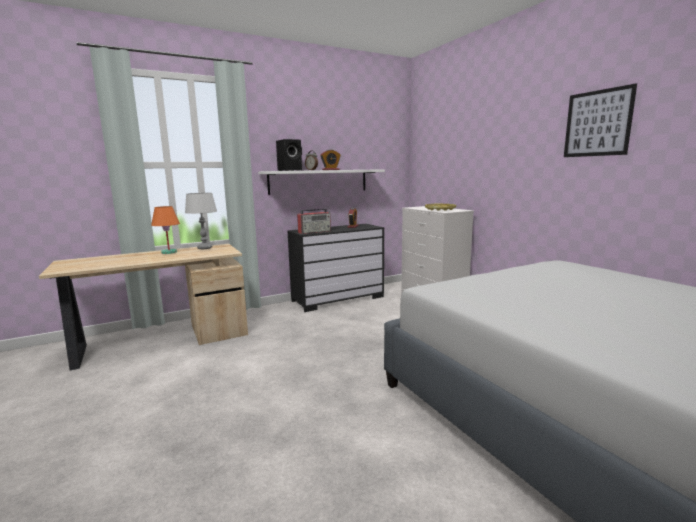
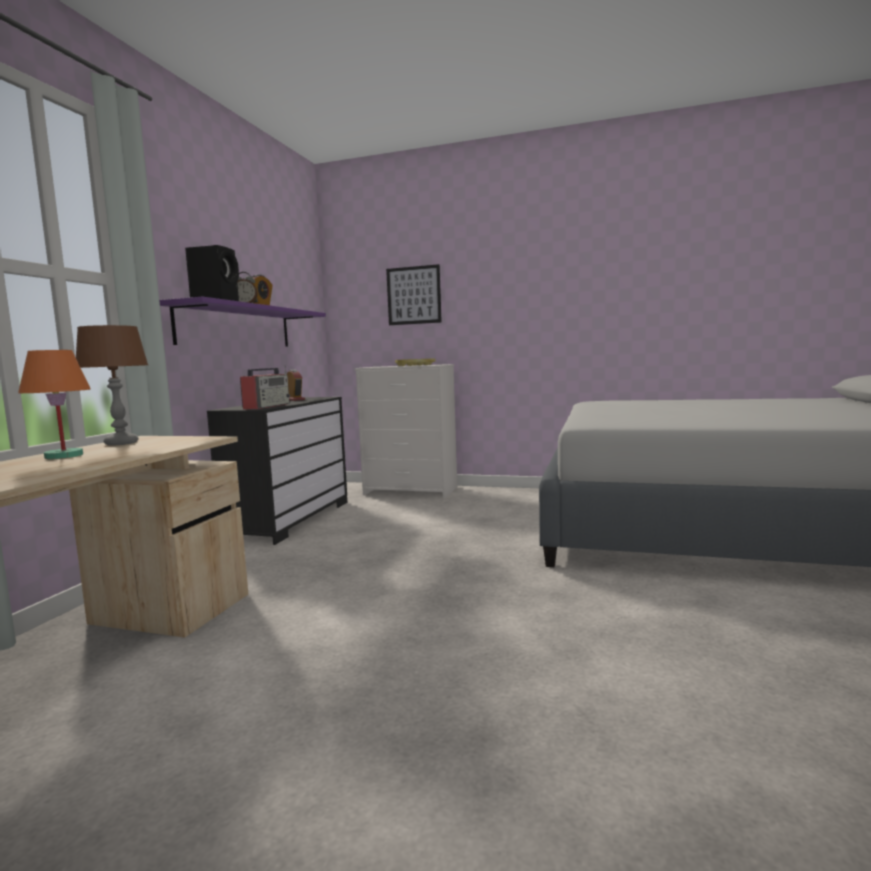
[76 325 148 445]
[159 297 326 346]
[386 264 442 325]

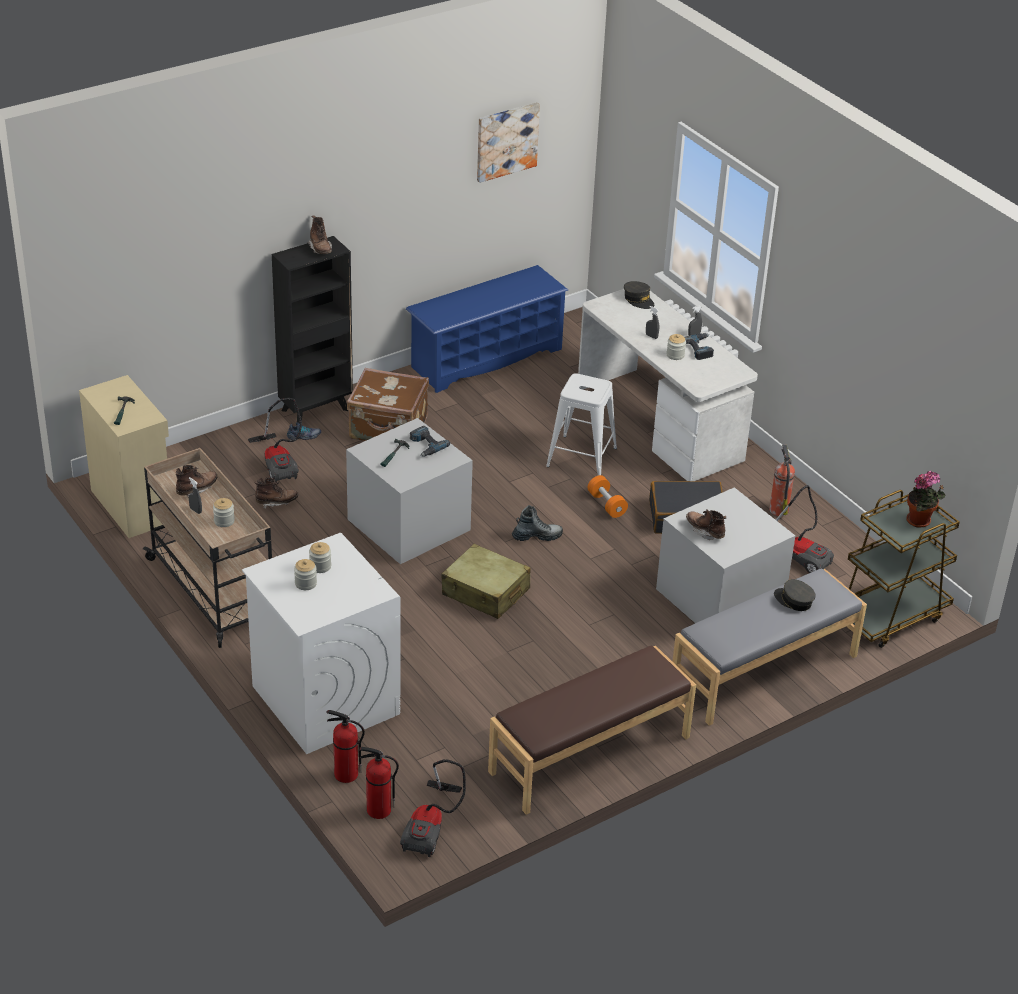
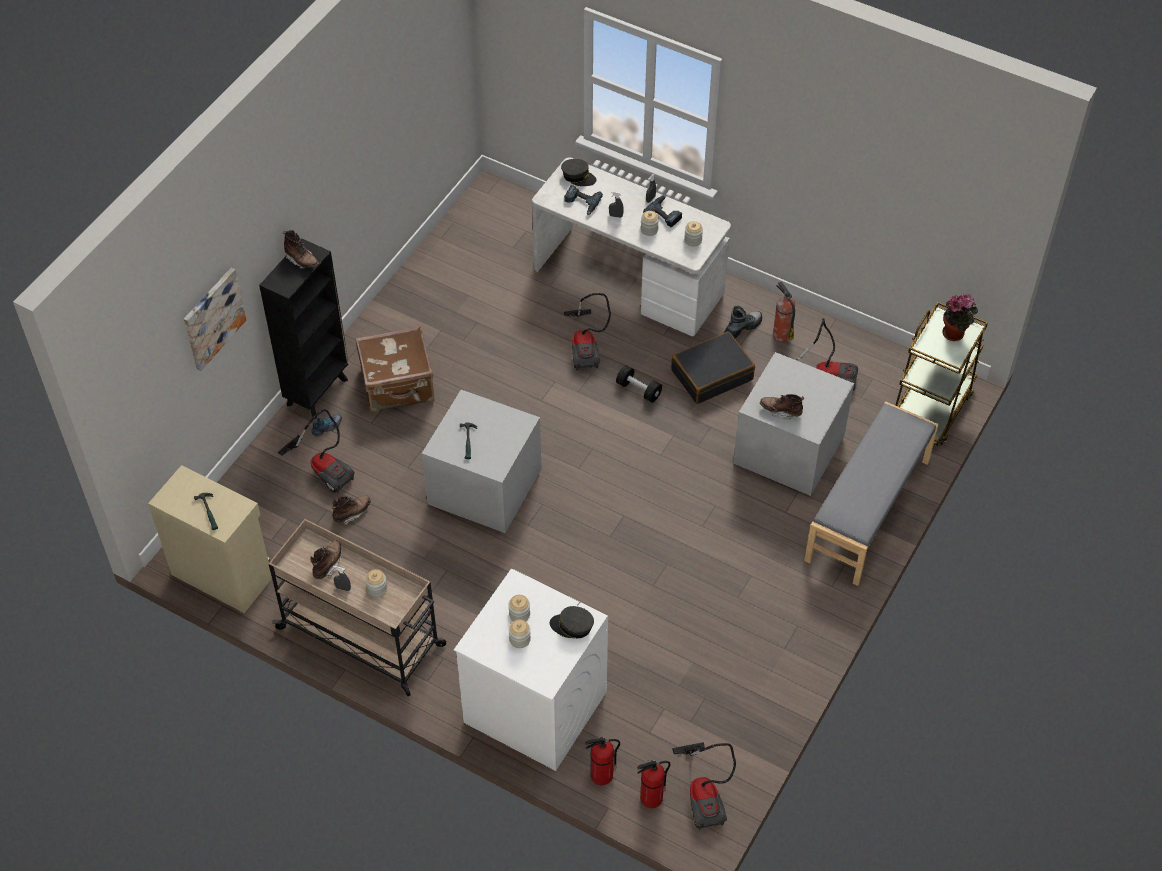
[406 265 568 393] (first image)
[564 185 603 215]
[441 544 531 619] (first image)
[184 268 246 371]
[488 645 696 815] (first image)
[724 306 762 338]
[564 293 611 370]
[616 365 662 403]
[550 606 594 639]
[684 221 703 247]

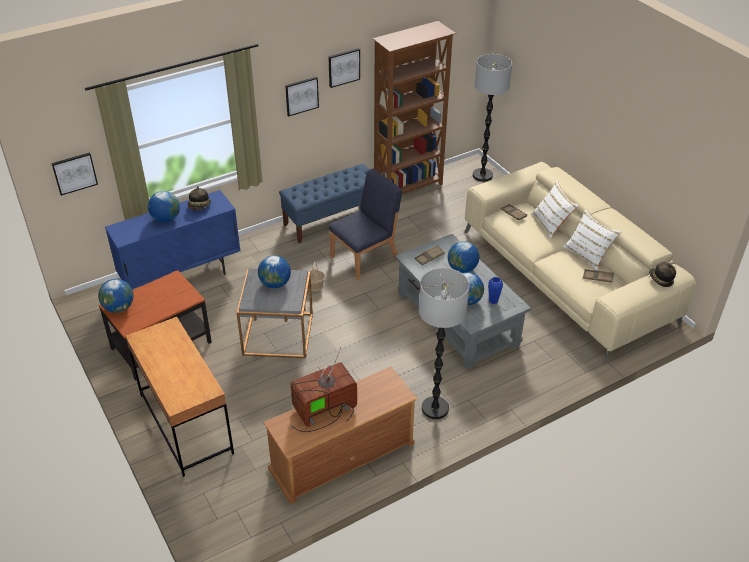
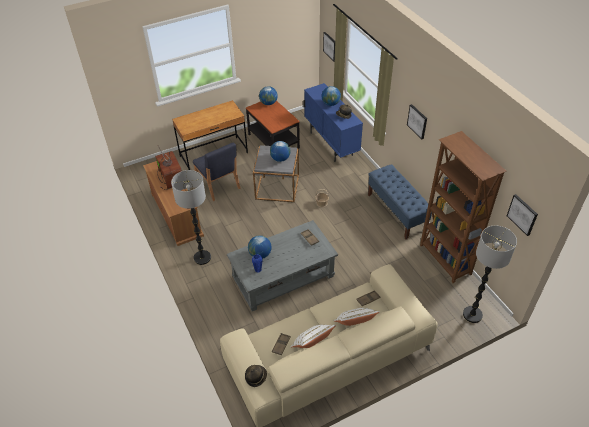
[507 194 538 236]
[193 142 241 201]
[448 241 479 273] (first image)

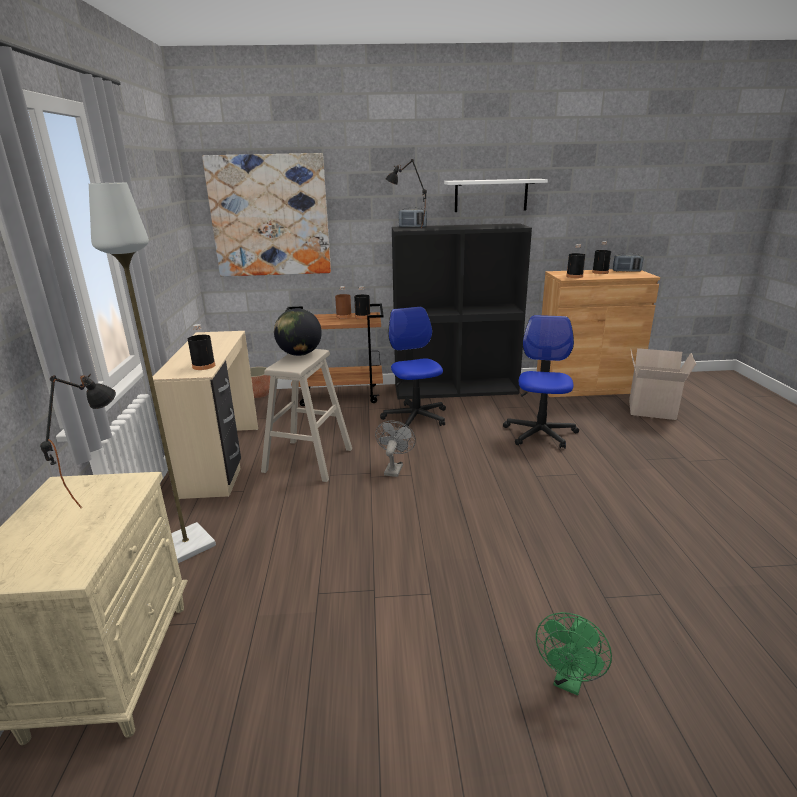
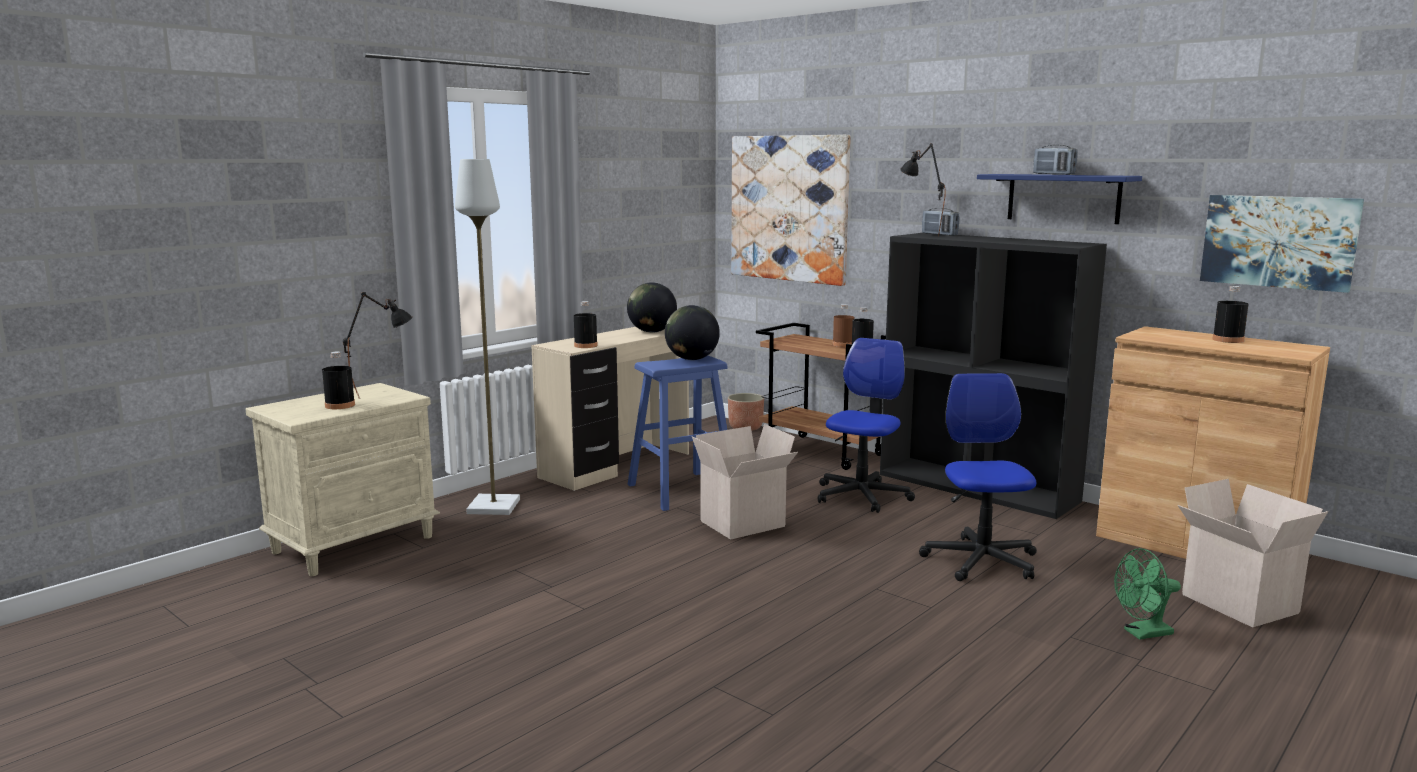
[628 356 728 511]
[692 424 798 540]
[977 174 1142 224]
[919 373 1037 581]
[1114 548 1181 640]
[322 352 355 409]
[1033 145 1078 175]
[627 282 677 333]
[1200 195 1364 293]

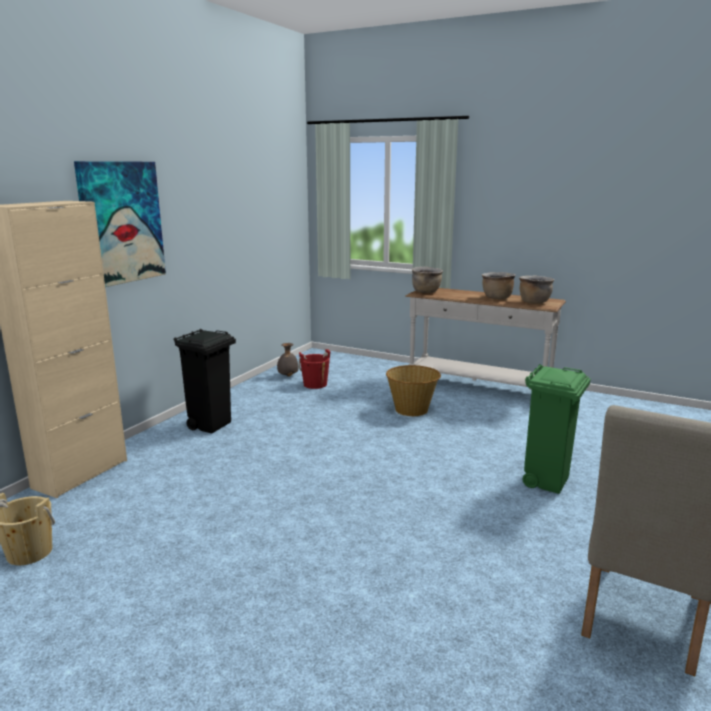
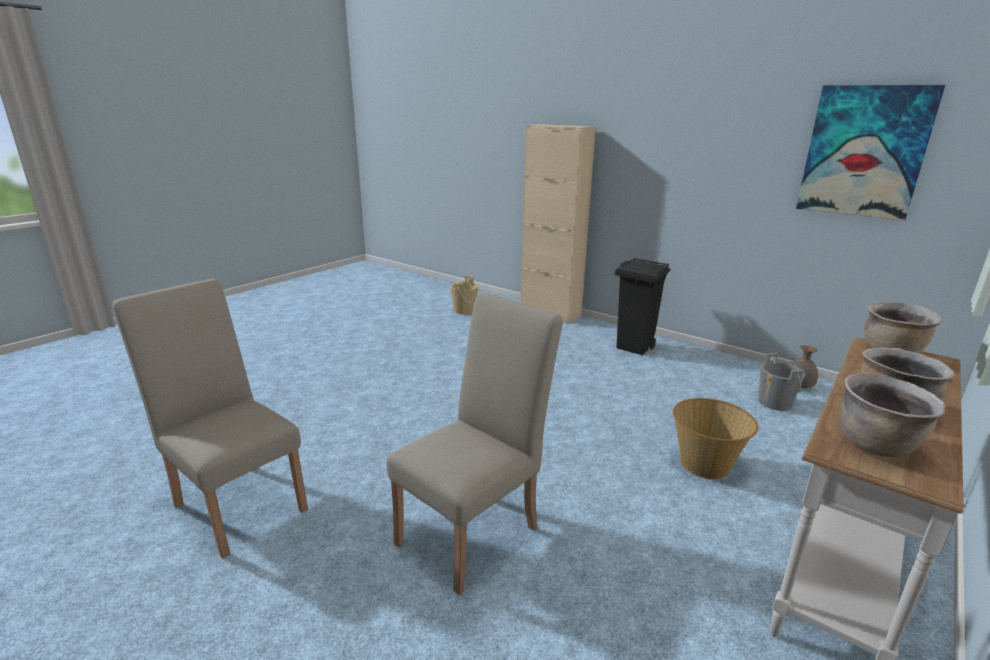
[796 85 945 221]
[758 353 805 411]
[386 293 563 595]

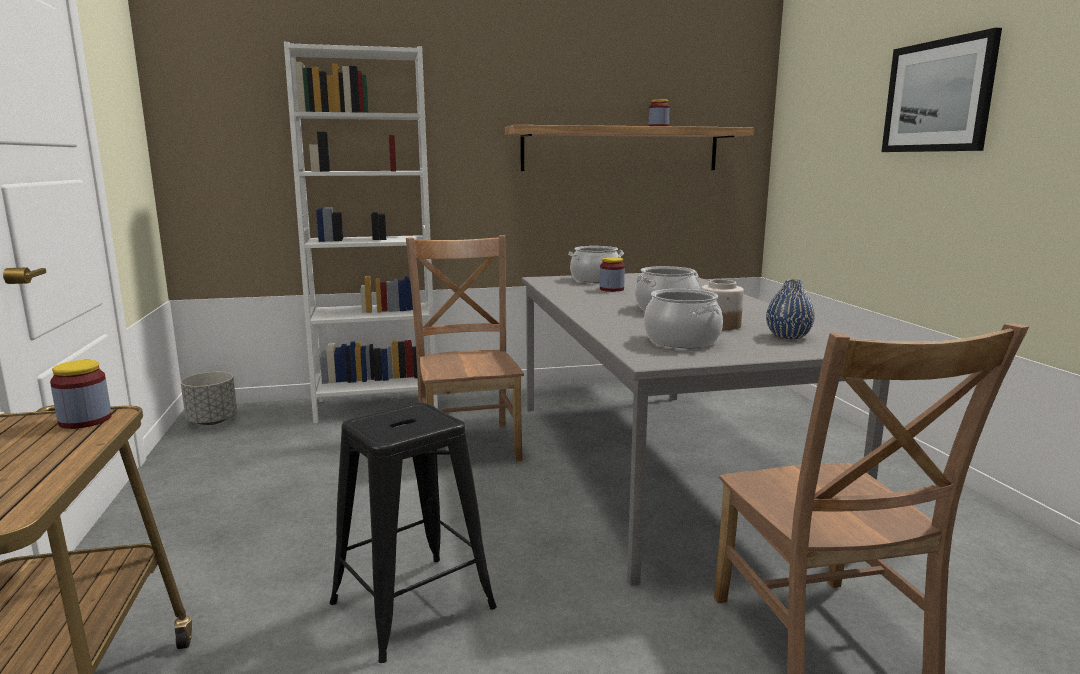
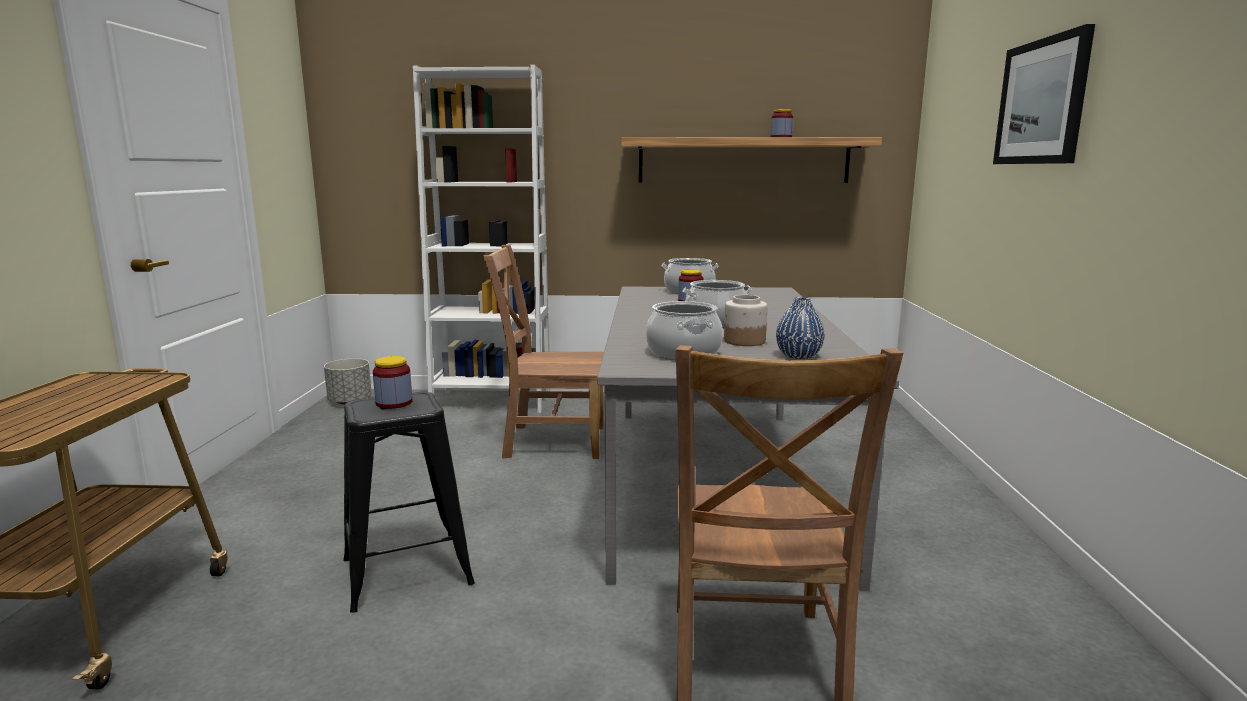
[373 356 412 409]
[483 245 604 459]

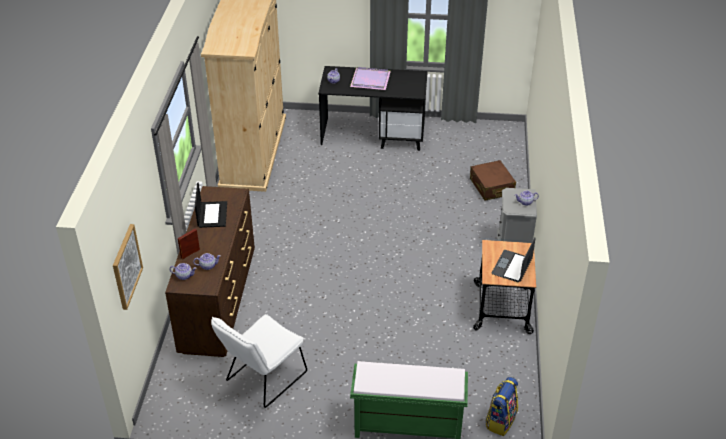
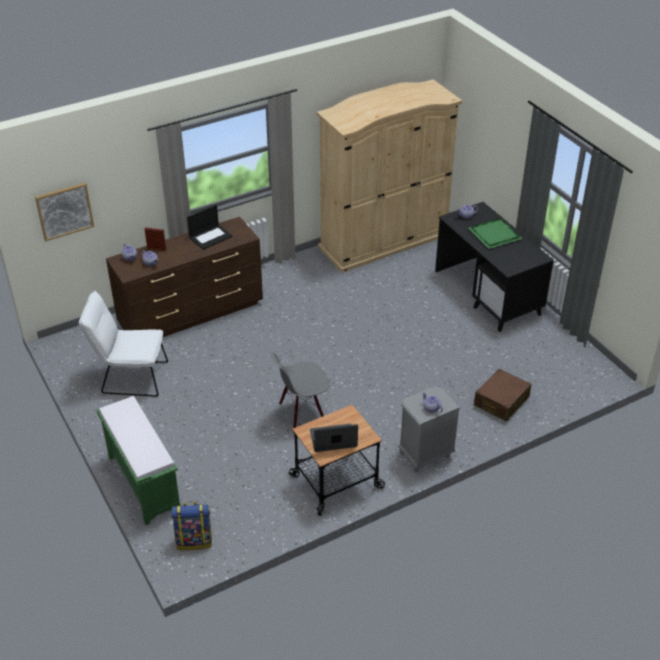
[468 218 523 249]
[271 352 330 433]

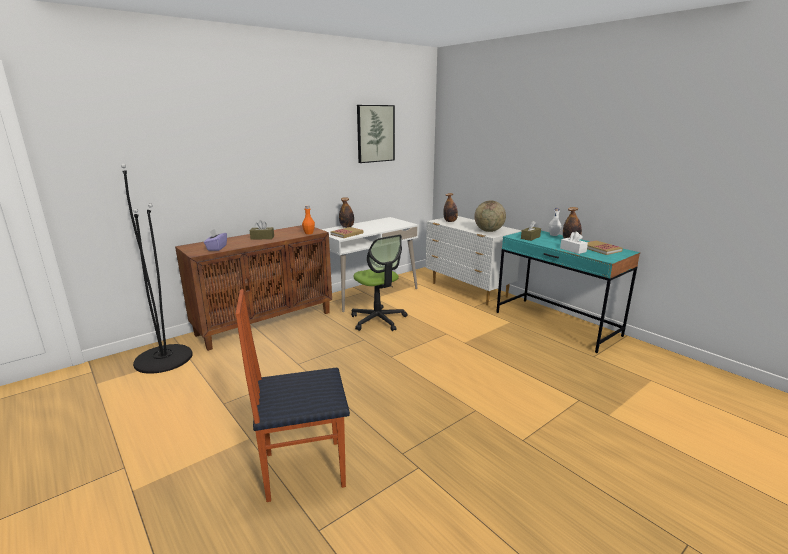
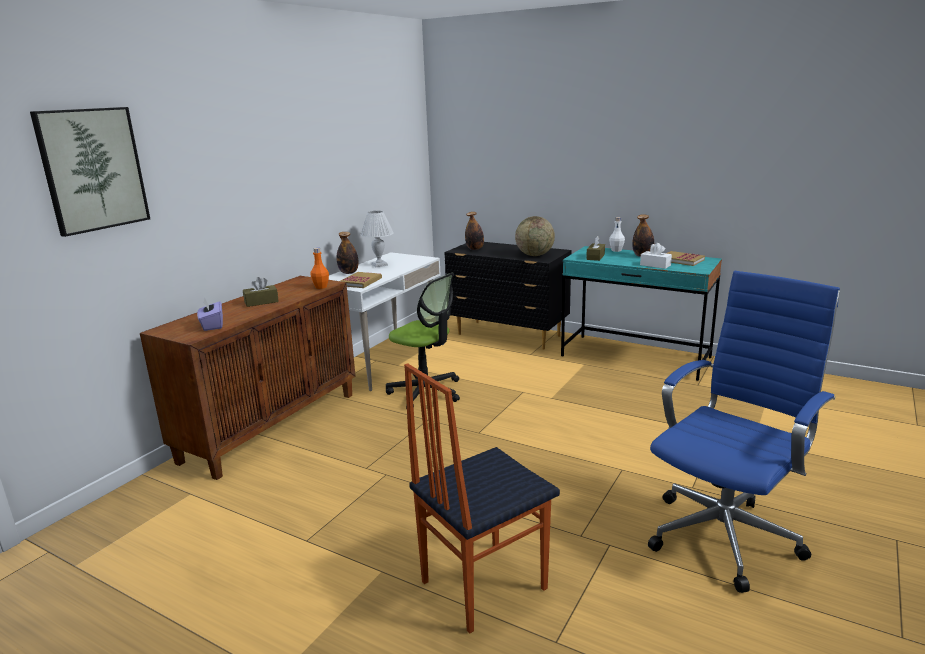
[121 164 193 374] (first image)
[30 107 150 237]
[445 242 571 350]
[361 211 394 267]
[648 271 840 593]

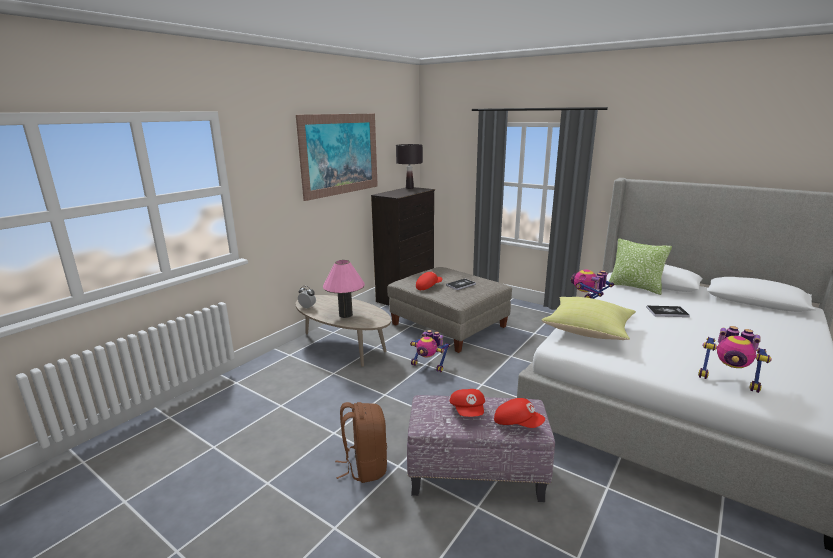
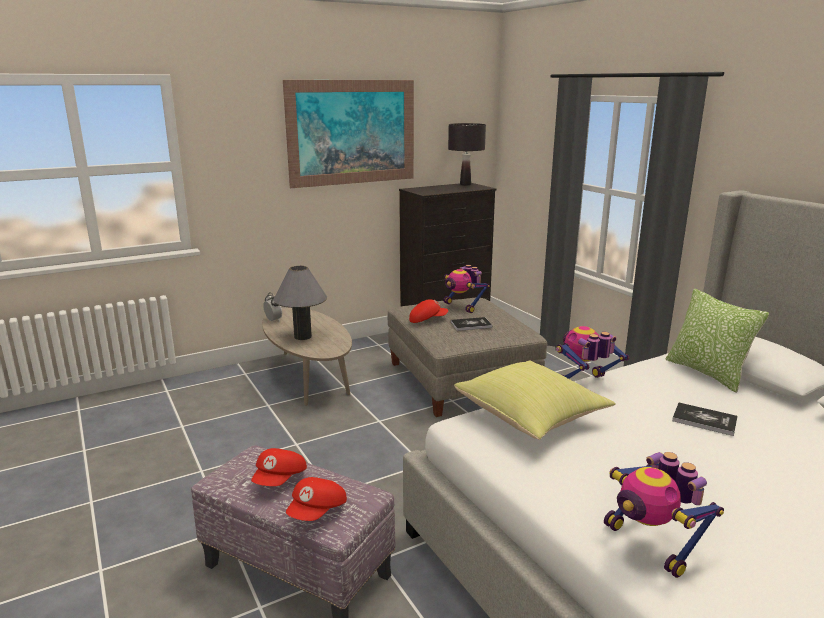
[274 266 327 340]
[335 402 387 483] (first image)
[443 265 490 313]
[286 477 347 521]

